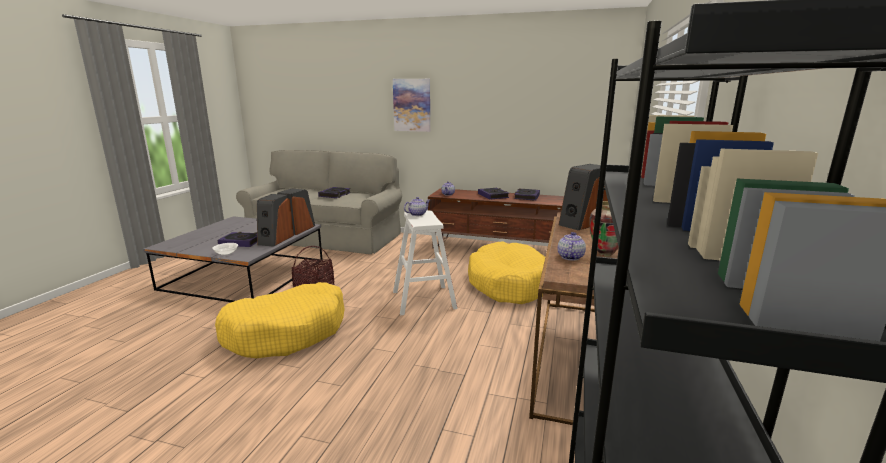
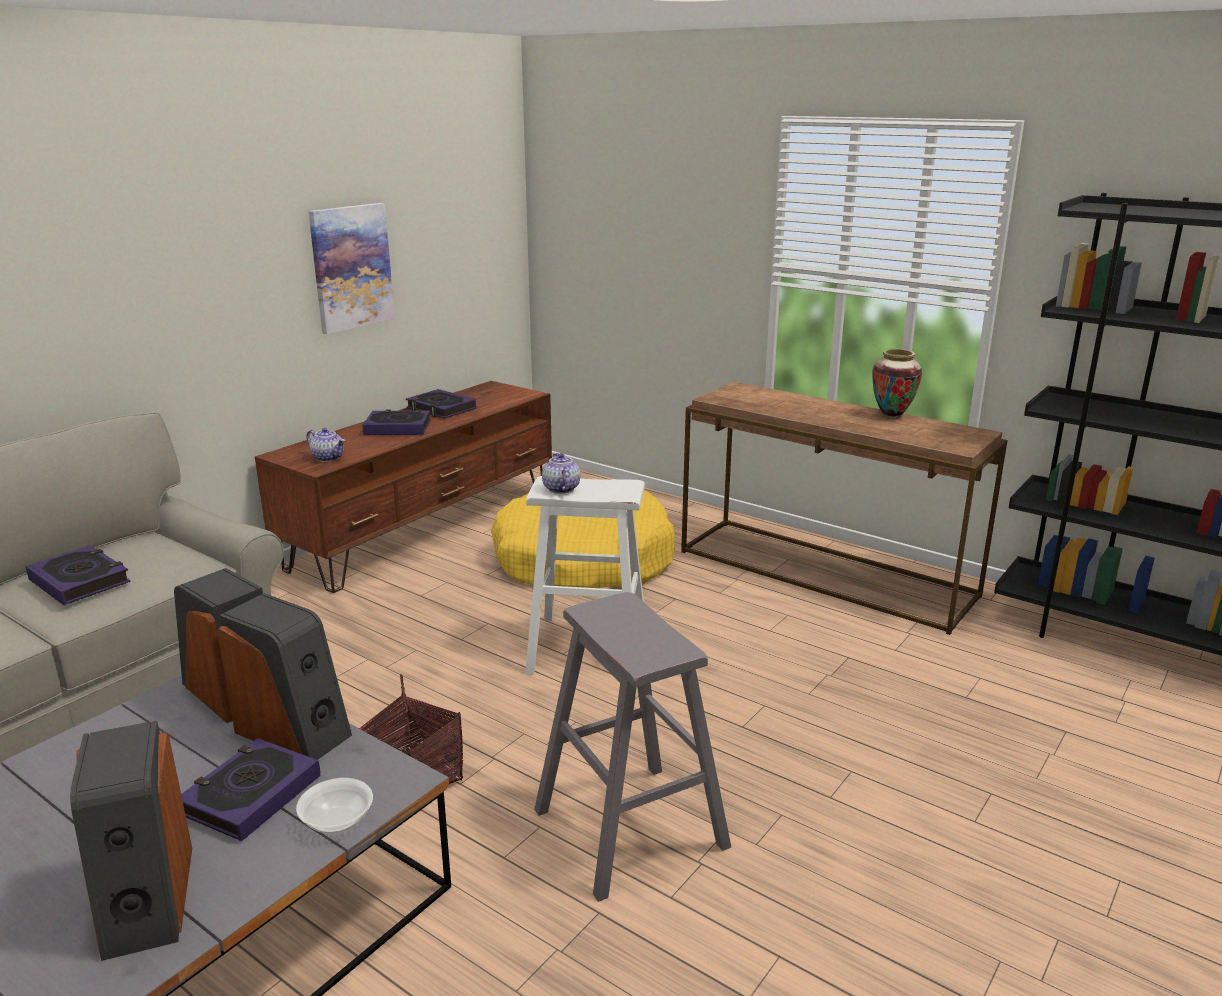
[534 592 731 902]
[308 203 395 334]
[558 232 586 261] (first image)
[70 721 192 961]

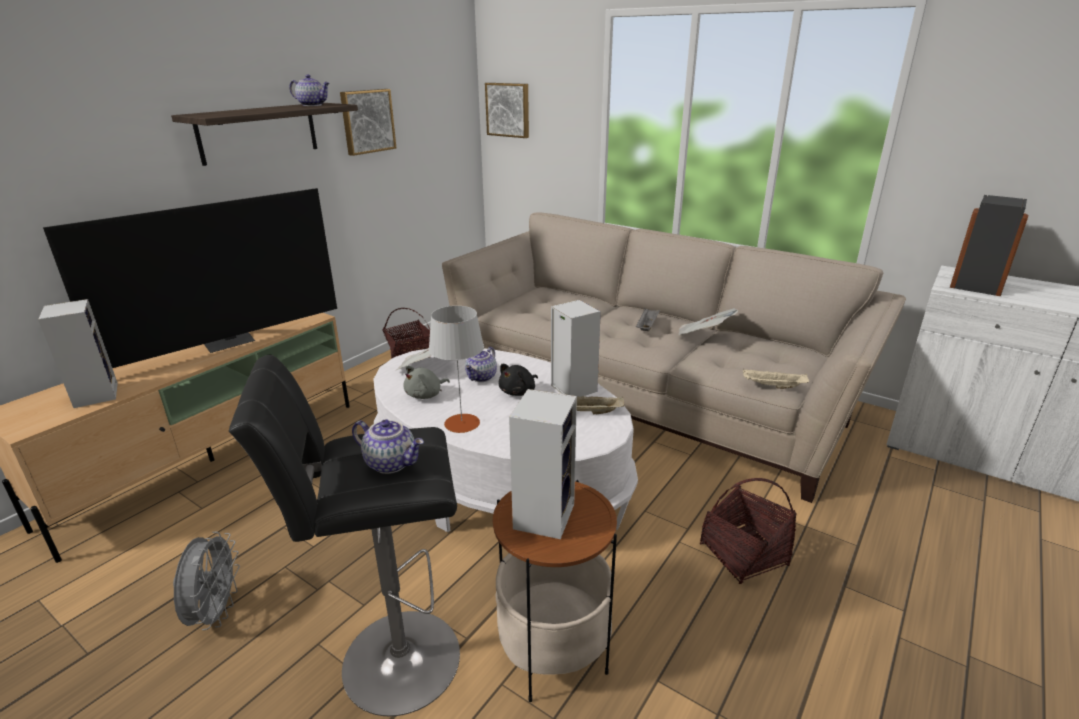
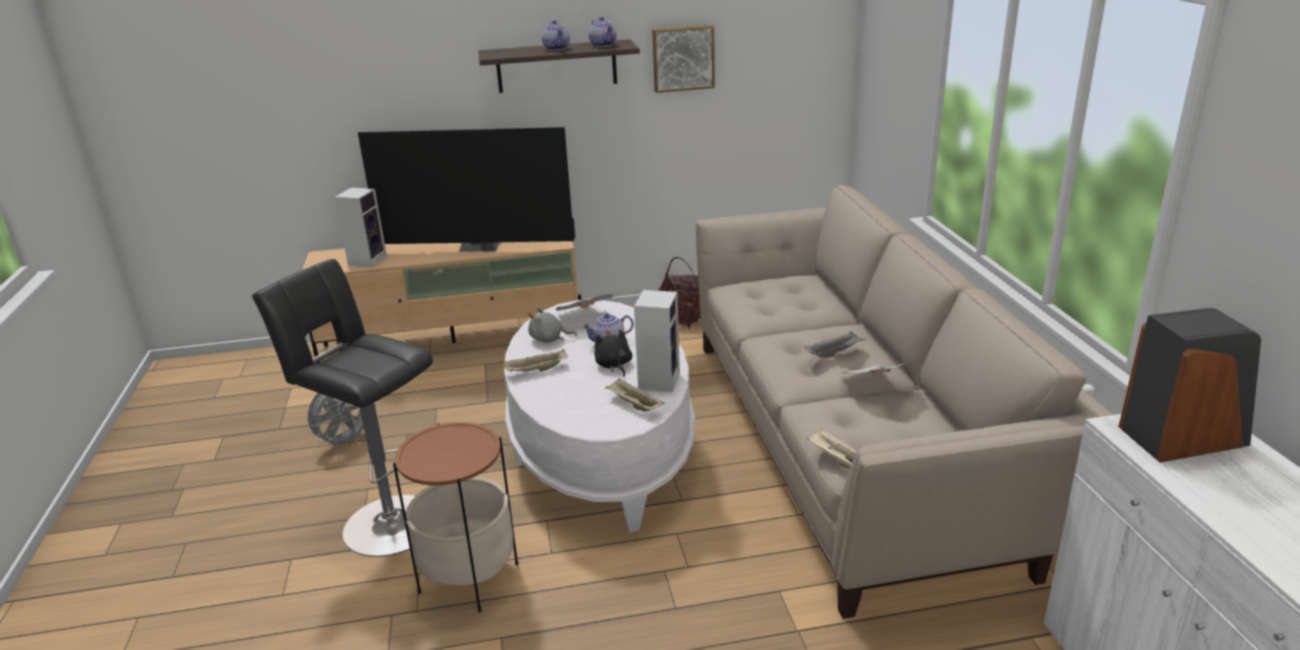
[542 20 570 51]
[503 349 568 372]
[485 83 529 138] (first image)
[594 330 632 376]
[509 389 577 539] (first image)
[700 478 797 584] (first image)

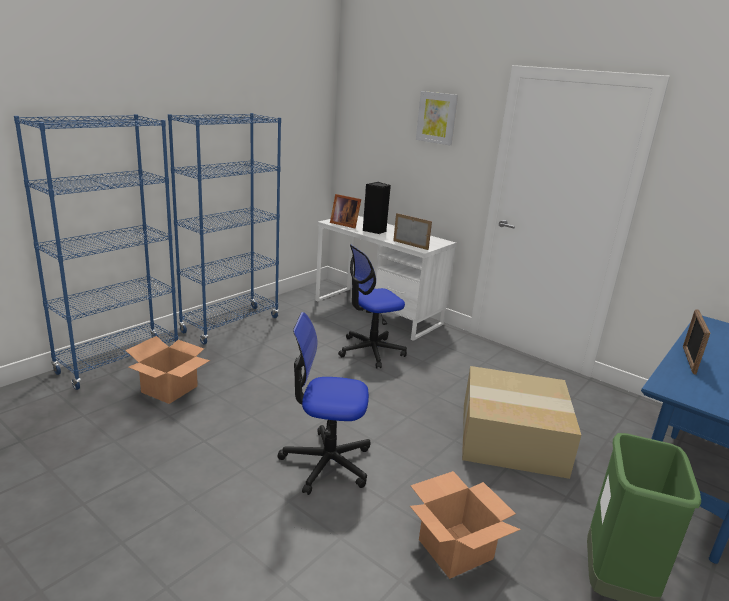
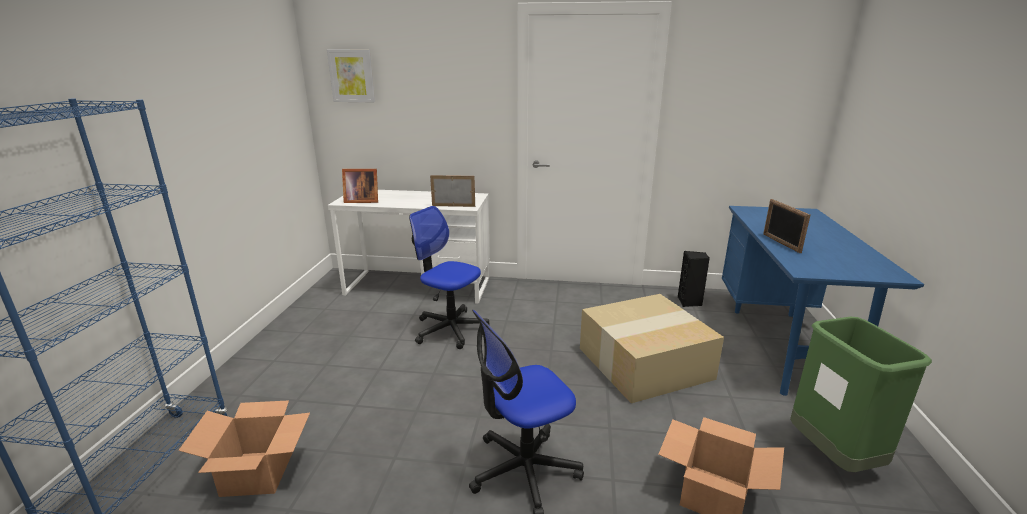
[168 113 281 345] (first image)
[409 206 489 349]
[678 251 710 307]
[327 49 375 102]

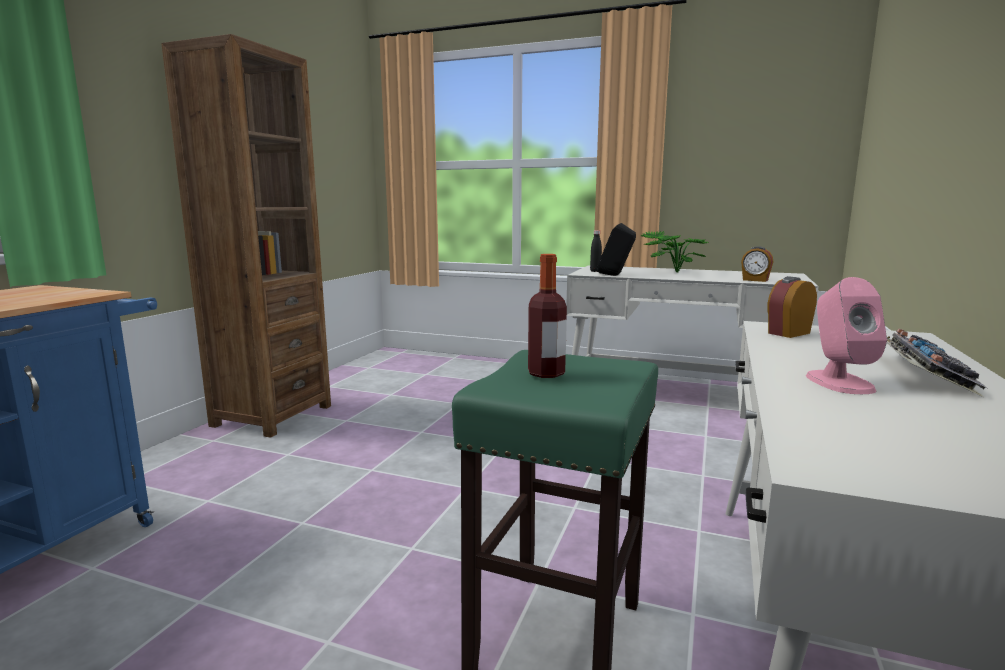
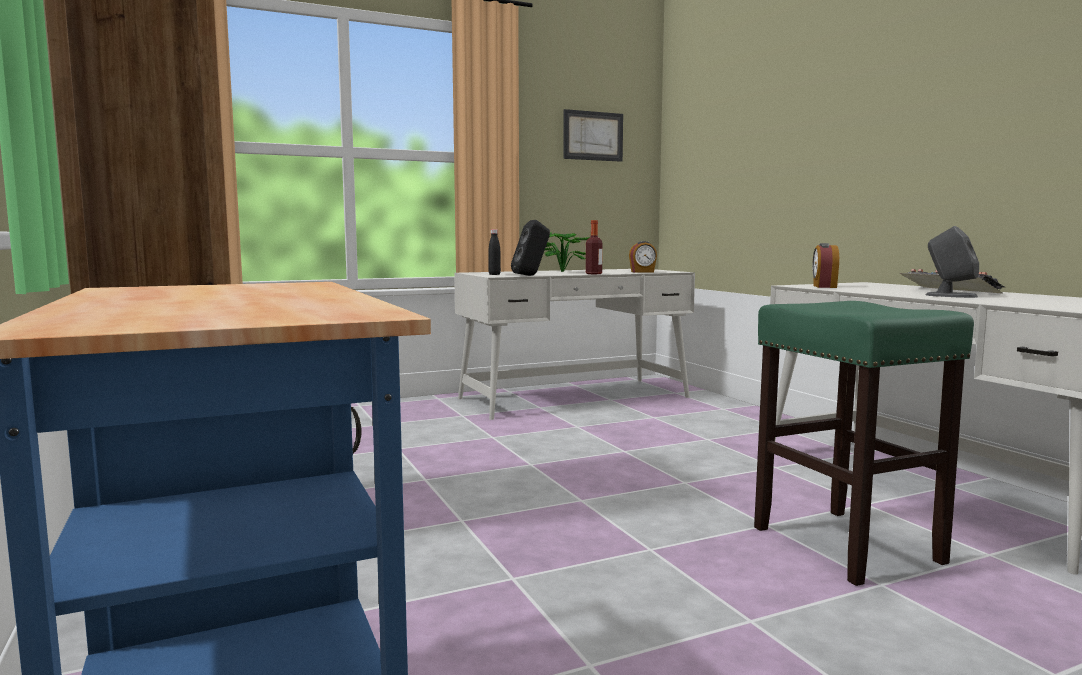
[586 220 603 274]
[926 226 979 298]
[563 109 623 162]

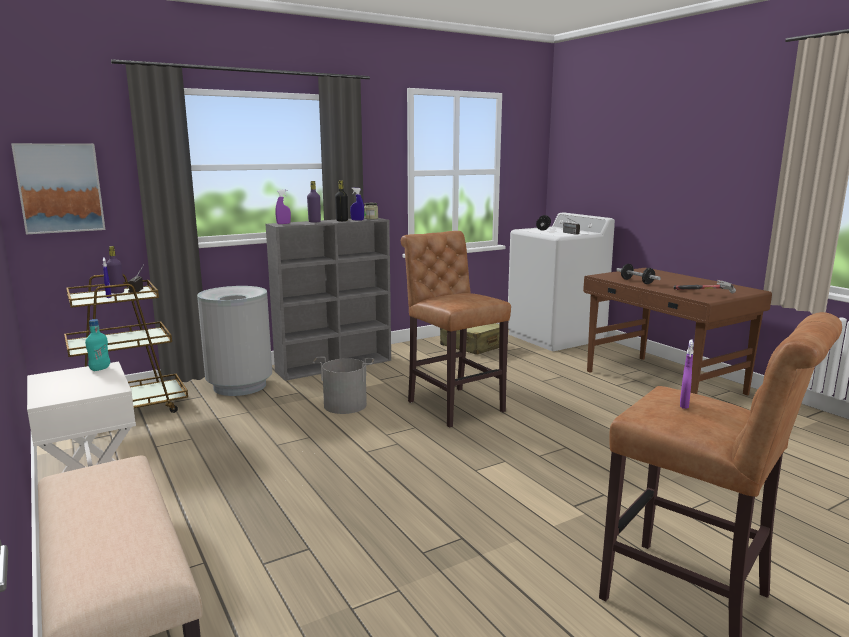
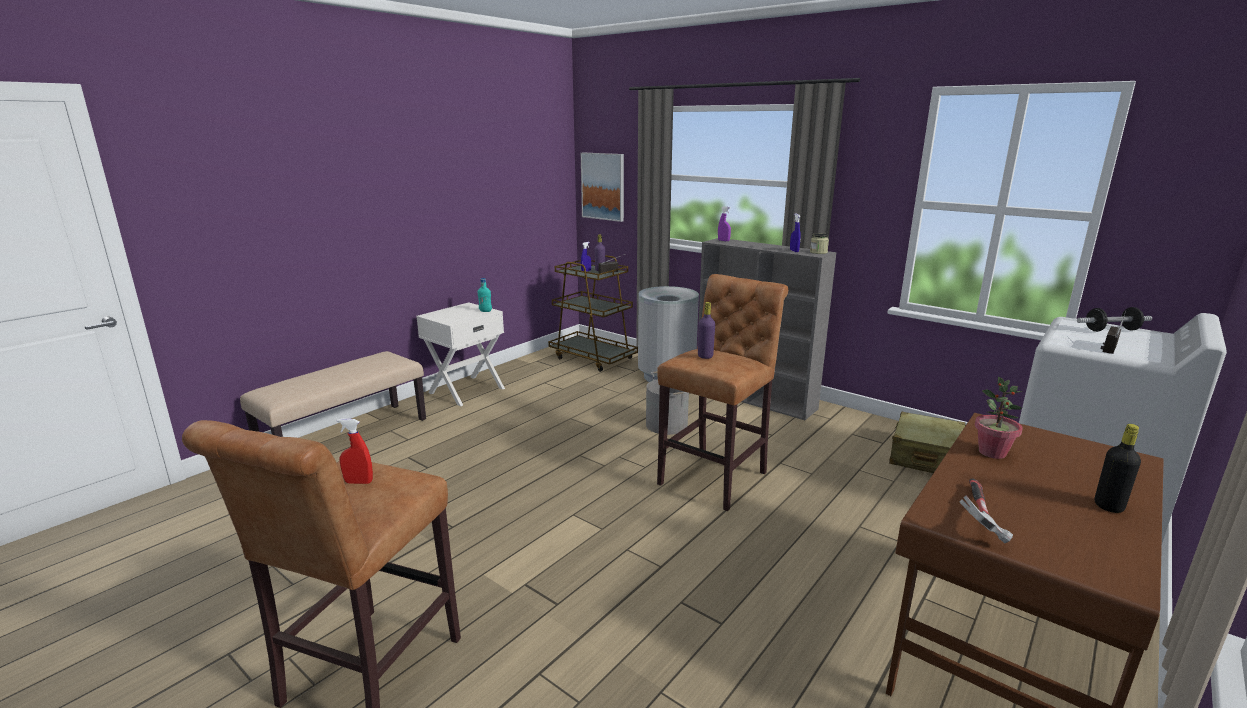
[698 302 715 359]
[1095 424 1141 513]
[975 377 1023 459]
[337 418 373 484]

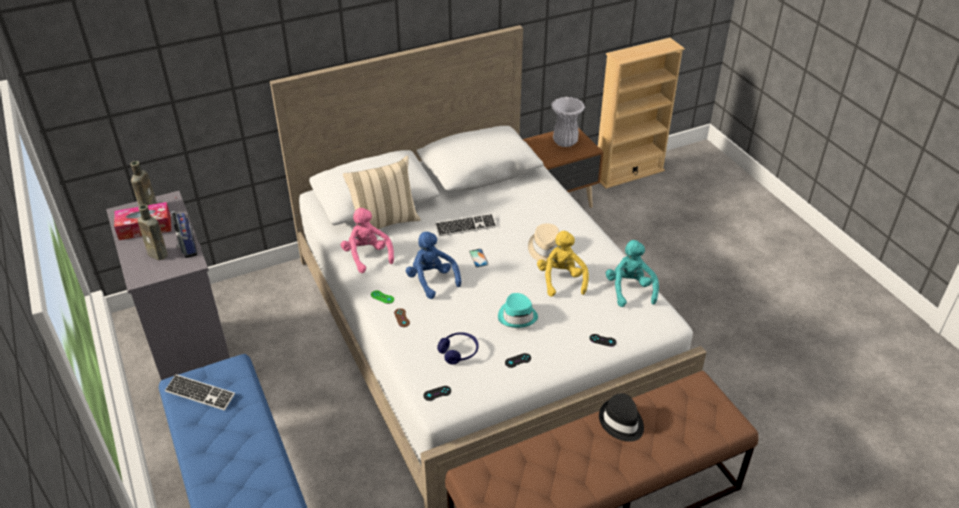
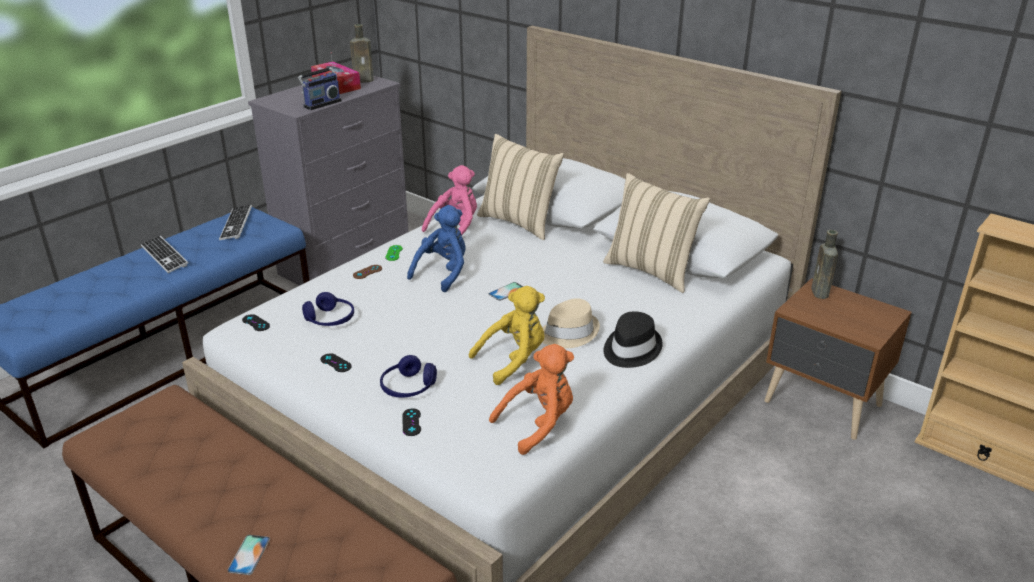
[811 230 838 299]
[141 235 188 273]
[498 293 538 328] (first image)
[551 97 585 147] (first image)
[604 311 663 368]
[489 344 574 455]
[227 535 270 575]
[380 355 437 397]
[603 173 710 293]

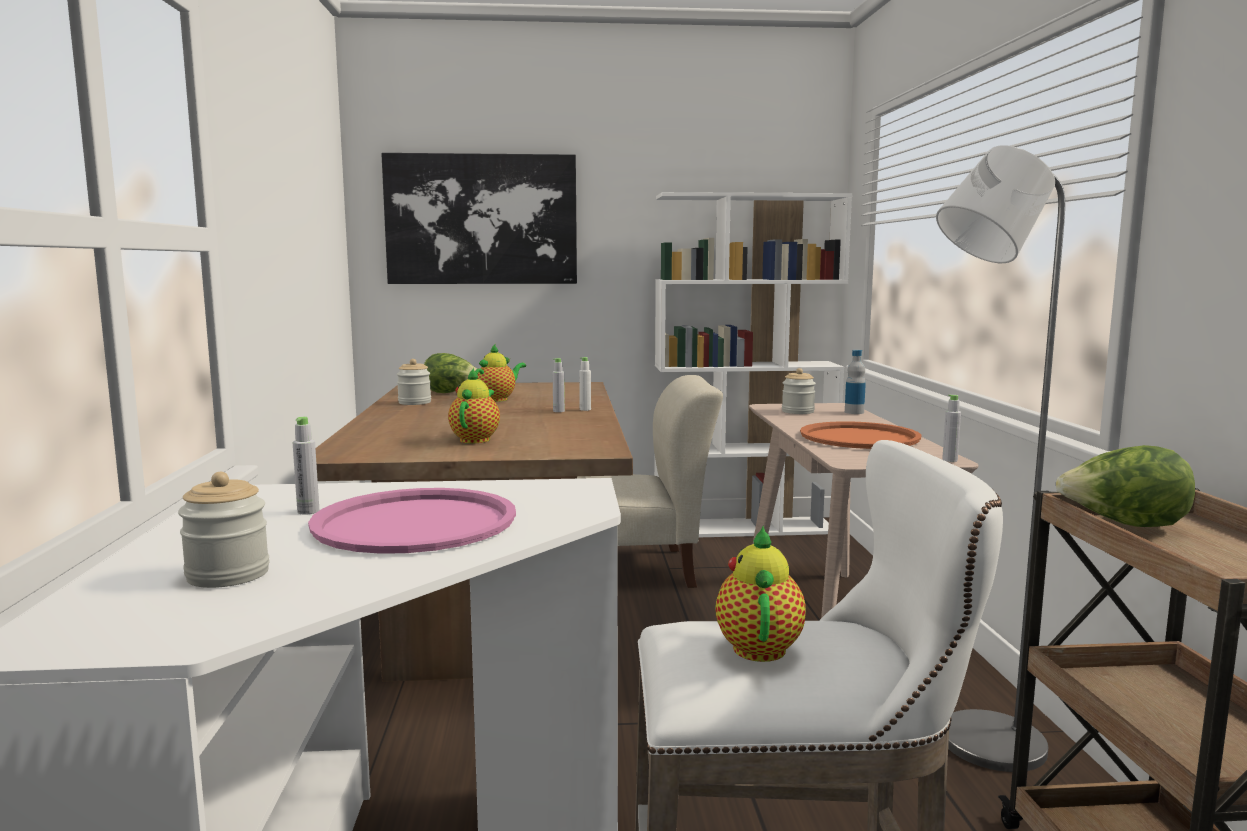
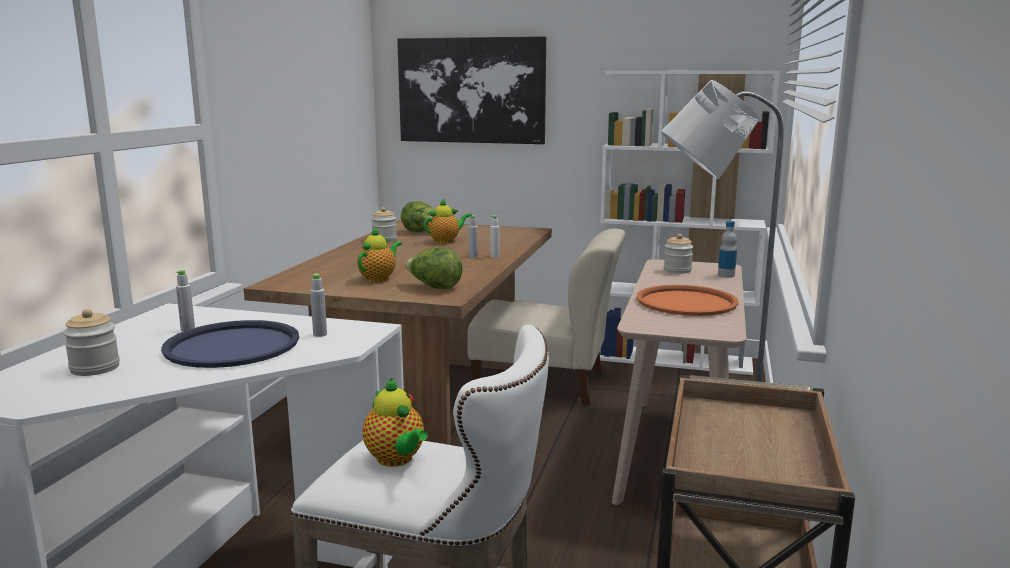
[161 320 299 368]
[363 378 428 467]
[310 273 327 337]
[405 247 463 289]

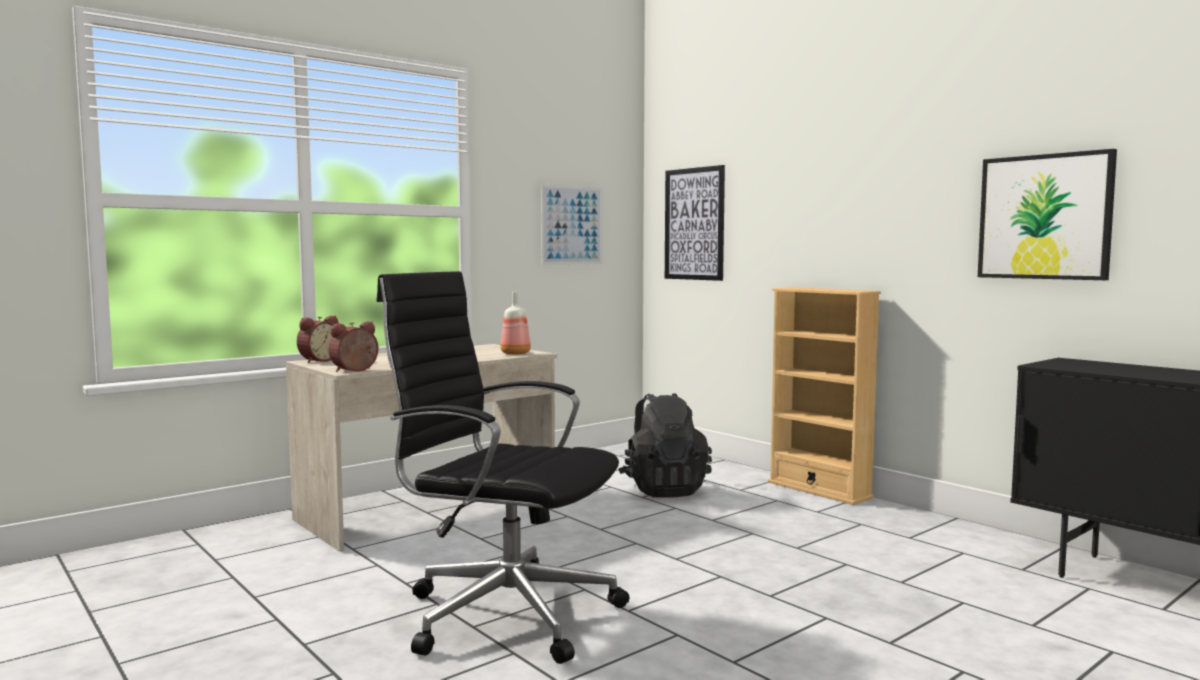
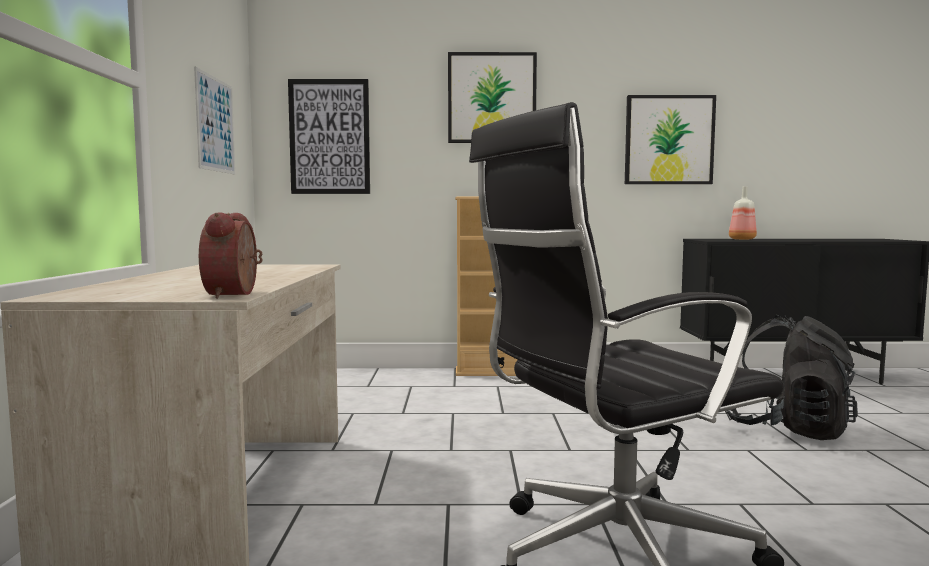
[297 316 339 363] (first image)
[729 186 757 240]
[725 315 858 440]
[448 52 537 143]

